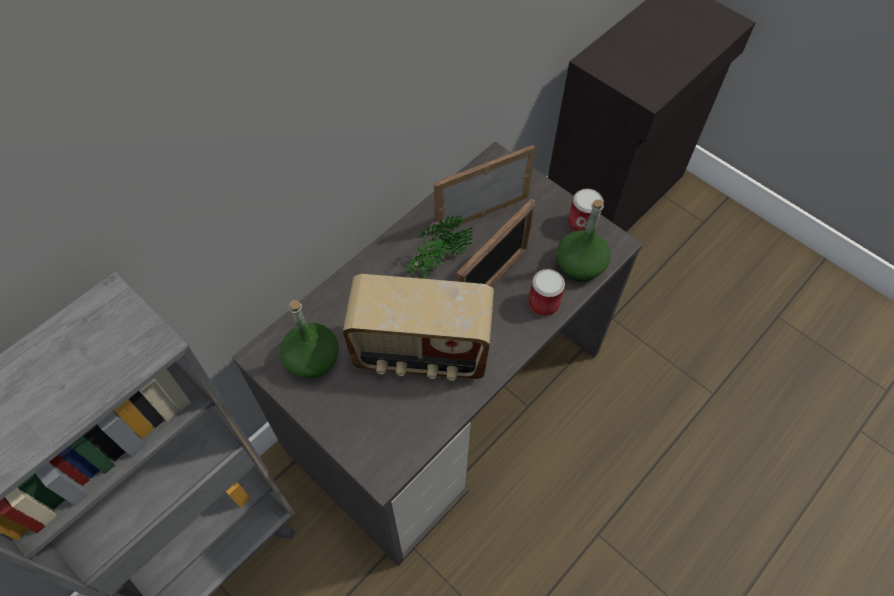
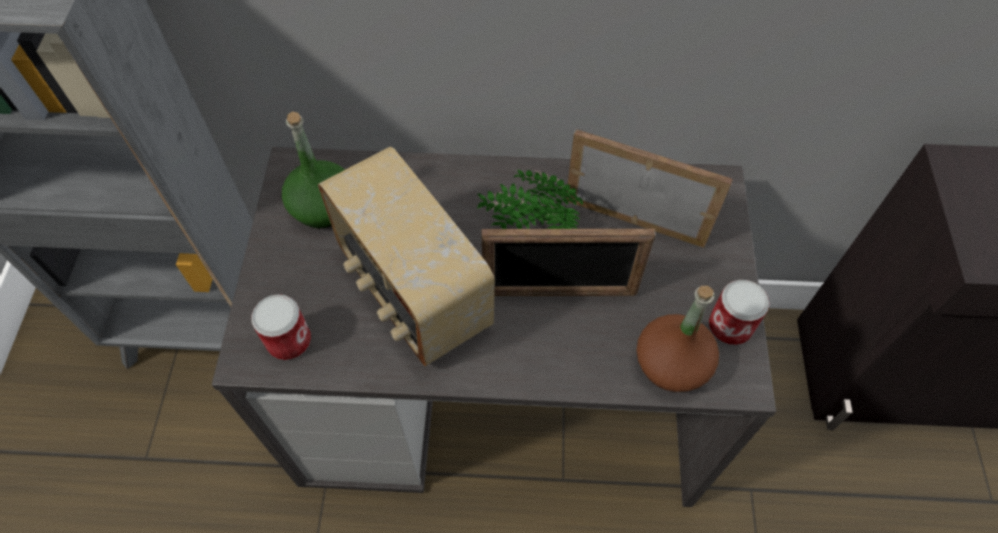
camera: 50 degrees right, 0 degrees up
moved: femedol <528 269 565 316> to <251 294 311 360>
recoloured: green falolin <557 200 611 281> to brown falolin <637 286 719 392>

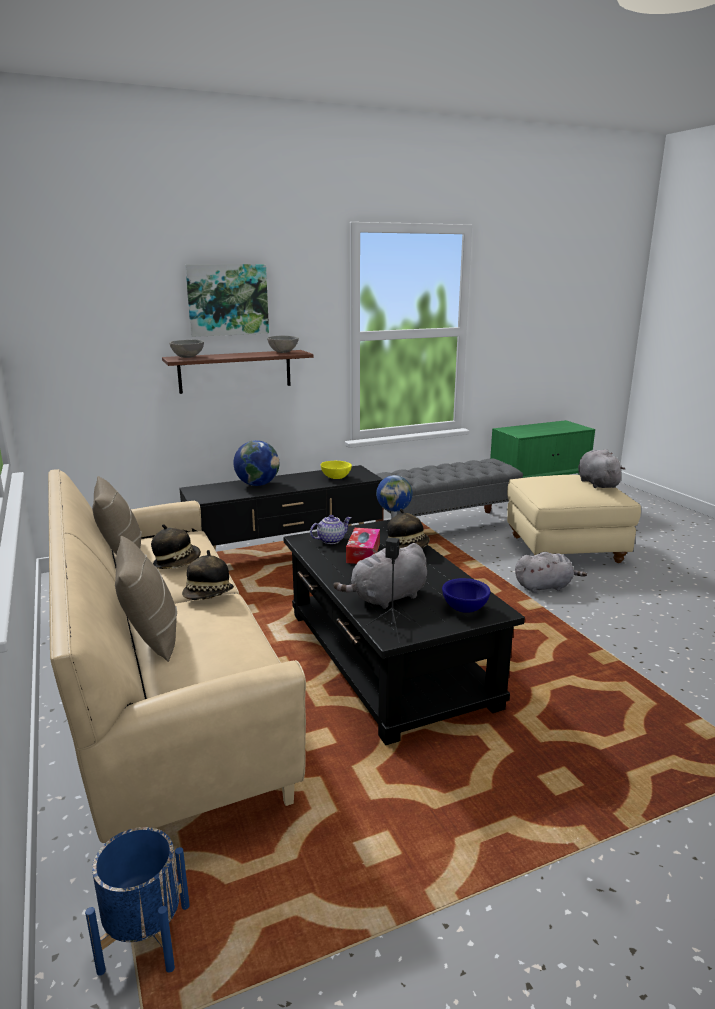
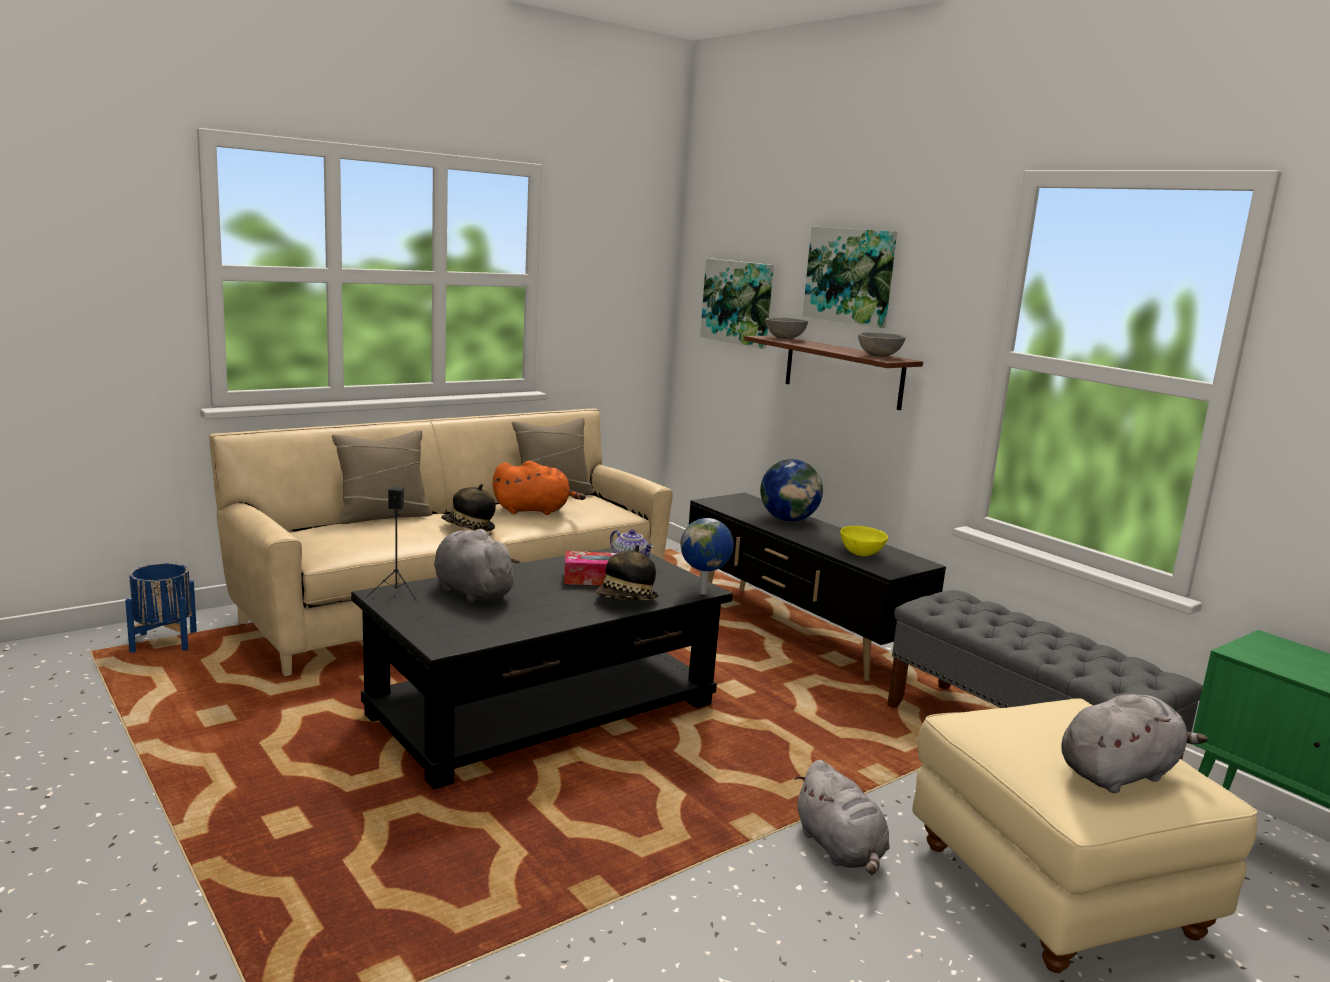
camera: 75 degrees right, 5 degrees down
removed: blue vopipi <442 578 491 613>
added: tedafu <700 258 774 349>
replaced: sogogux <151 524 201 569> to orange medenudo <493 461 586 515>

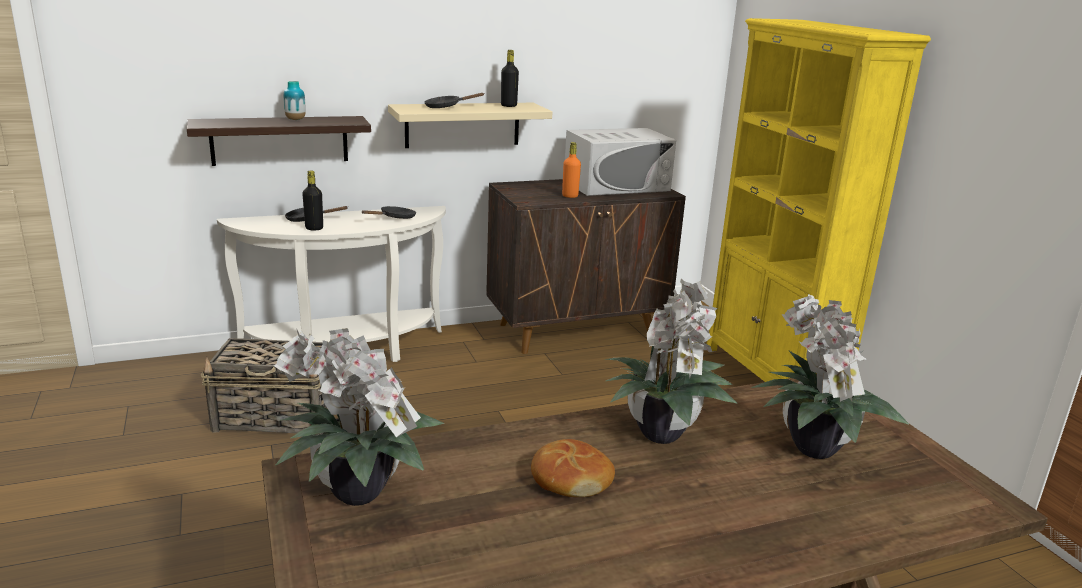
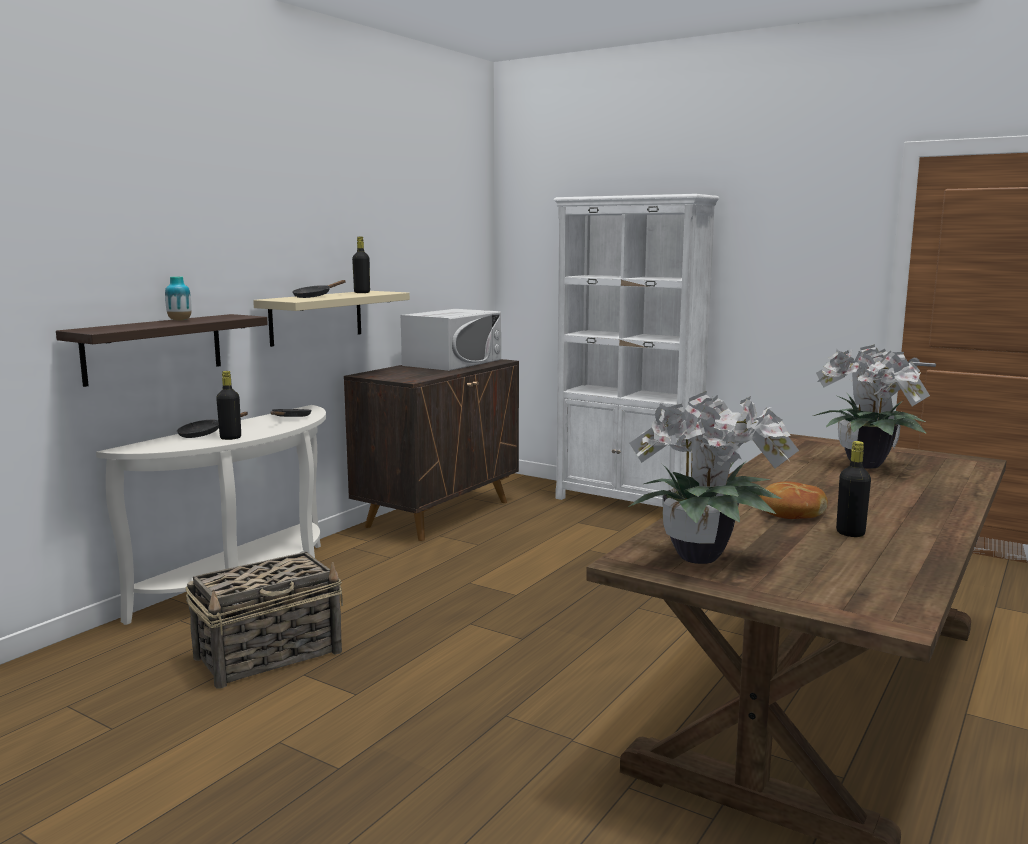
camera: 35 degrees left, 10 degrees down
removed: orange falolin <562 142 581 198>; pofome <604 279 737 444>
added: black falolin <836 441 871 537>
recoloured: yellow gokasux <707 18 931 382> to white gokasux <553 194 719 507>

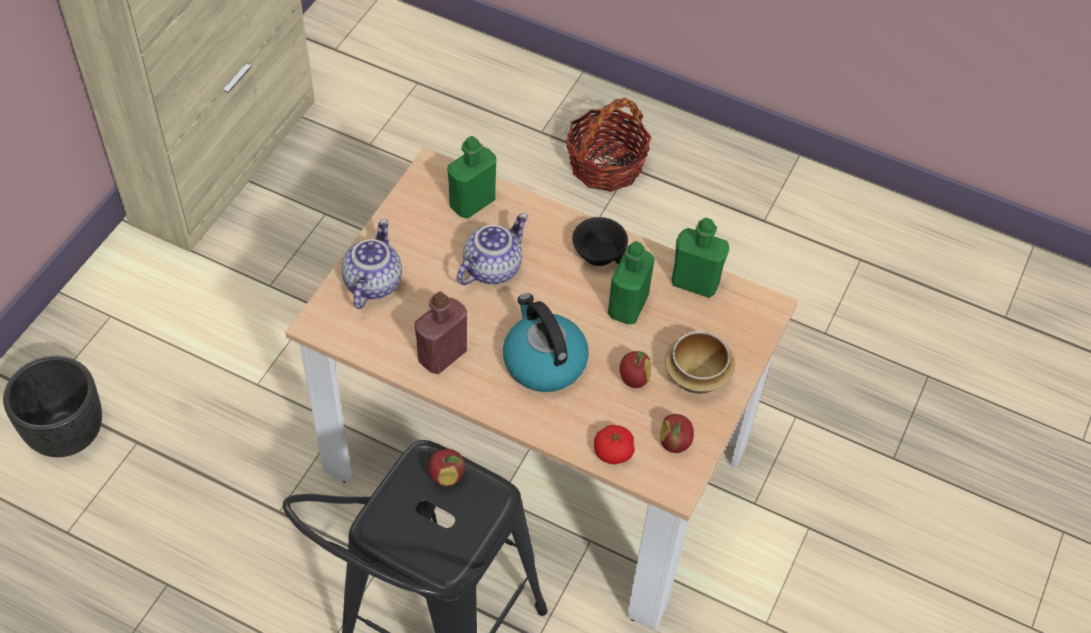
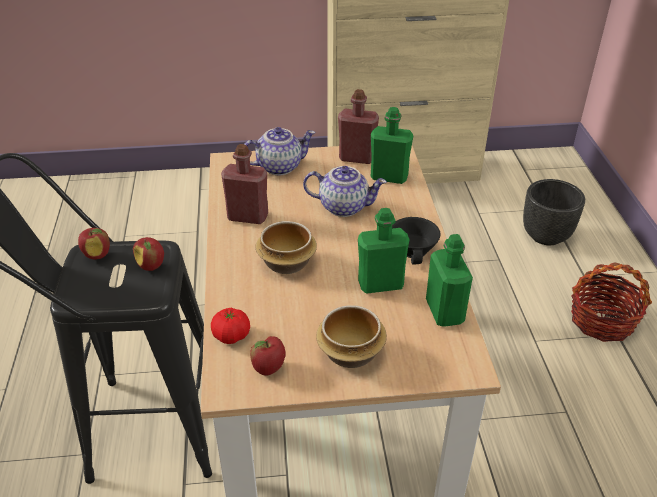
camera: 60 degrees right, 15 degrees down
added: red falolin <338 89 379 164>
moved: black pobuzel <3 356 102 457> to <523 179 585 245>; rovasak <620 351 651 388> to <78 228 110 260>
replaced: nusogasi <503 293 589 392> to vopipi <256 221 317 274>

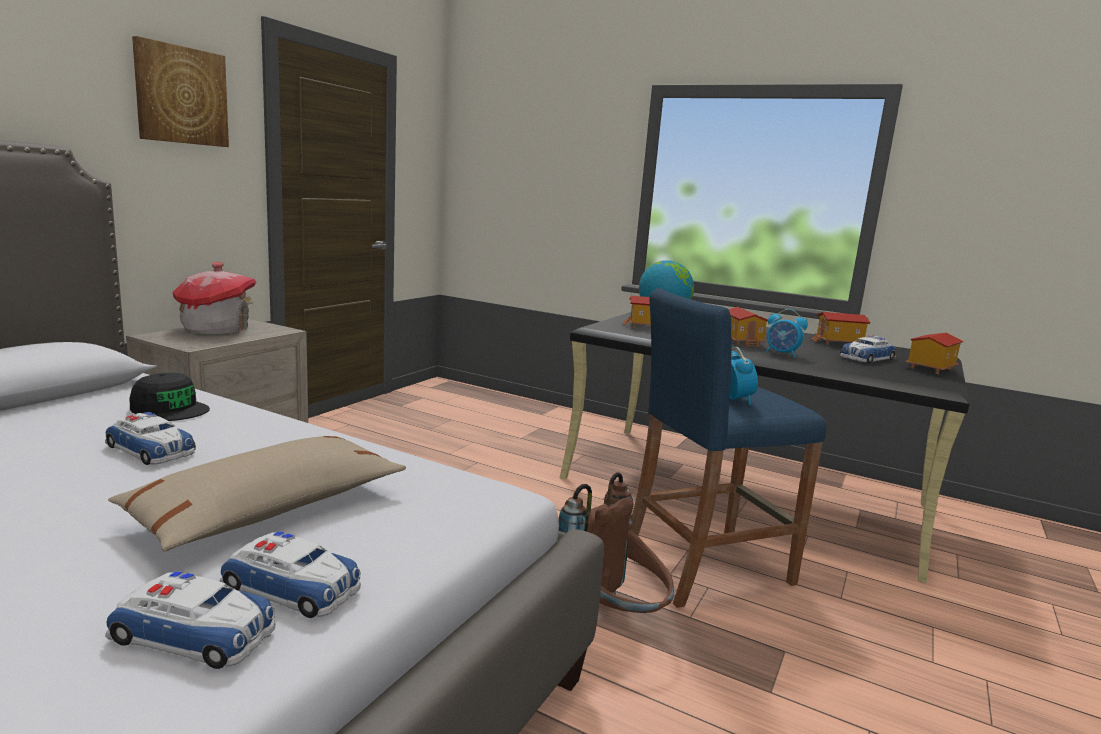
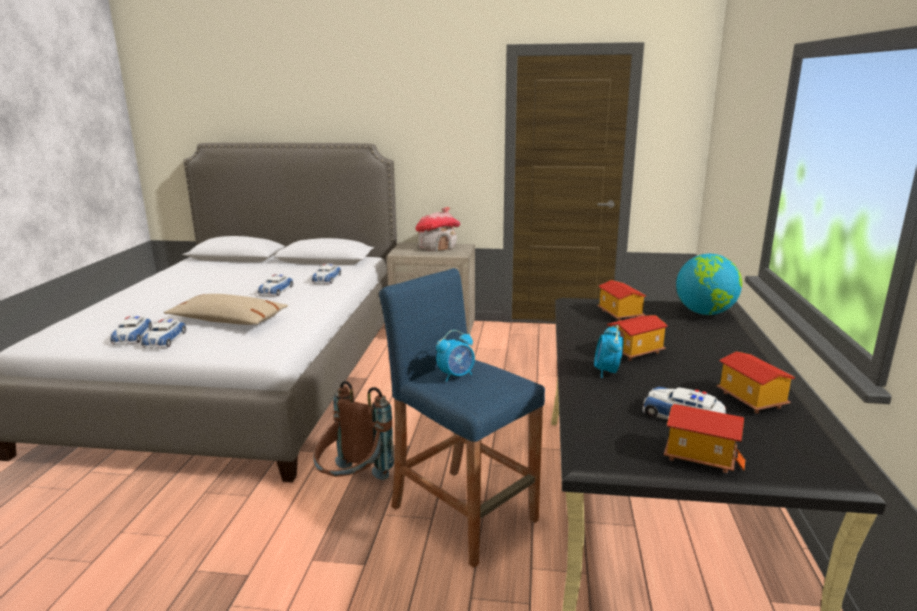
camera: 70 degrees right, 5 degrees up
removed: tedafu <132 36 229 147>
replaced: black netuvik <130 373 210 421> to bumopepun <312 264 342 284>

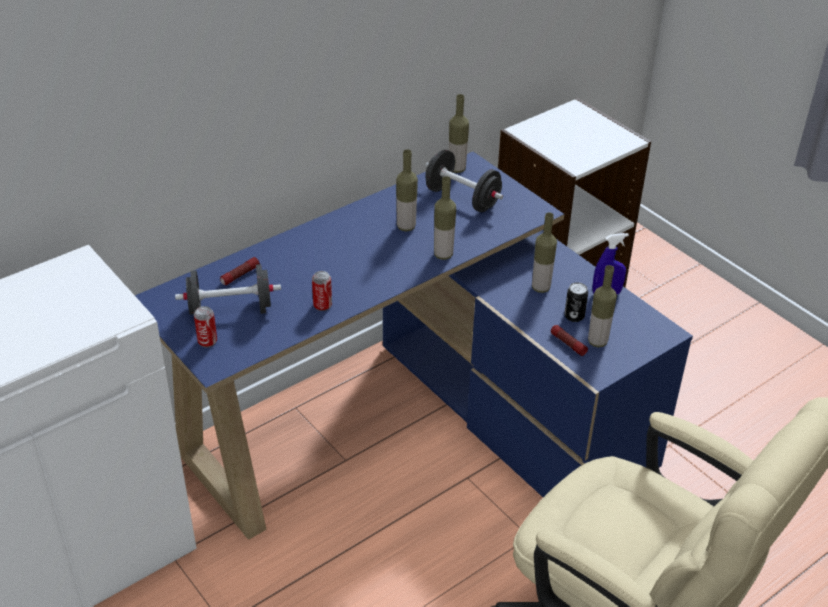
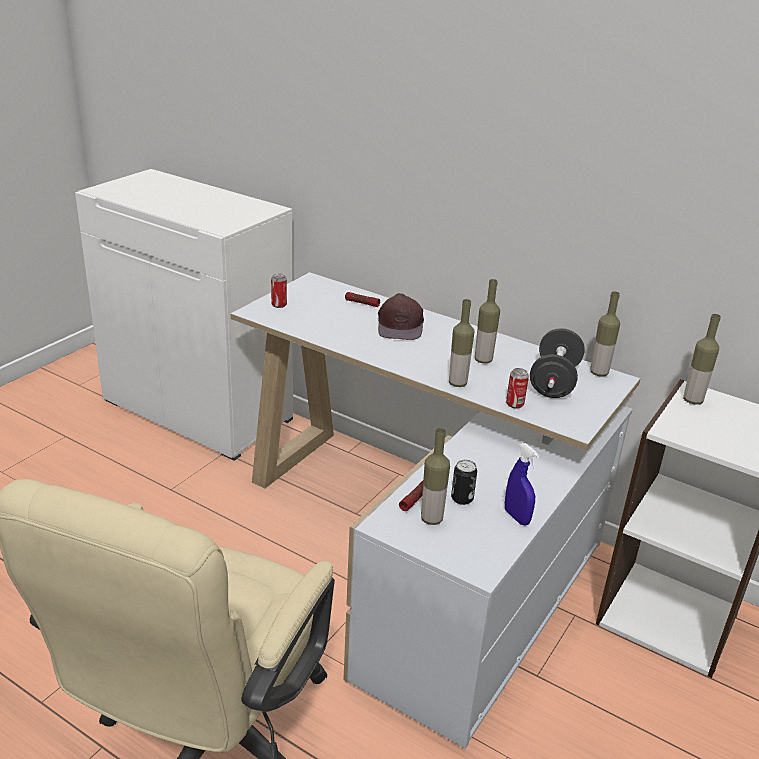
camera: 70 degrees right, 10 degrees down
removed: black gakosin <175 264 281 315>
added: brown netuvik <378 293 424 340>
moved: femedol <312 271 332 311> to <506 368 529 409>; falolin <532 213 557 293> to <683 314 721 405>
recoloured: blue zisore <135 152 693 540> to white zisore <231 272 640 749>

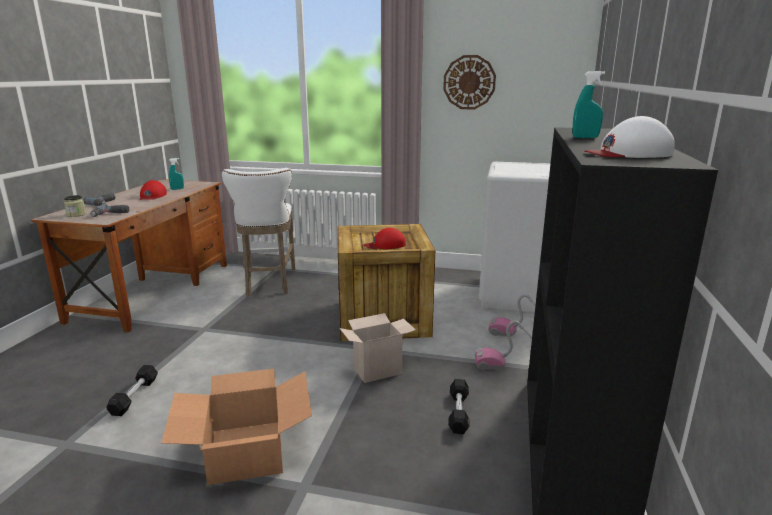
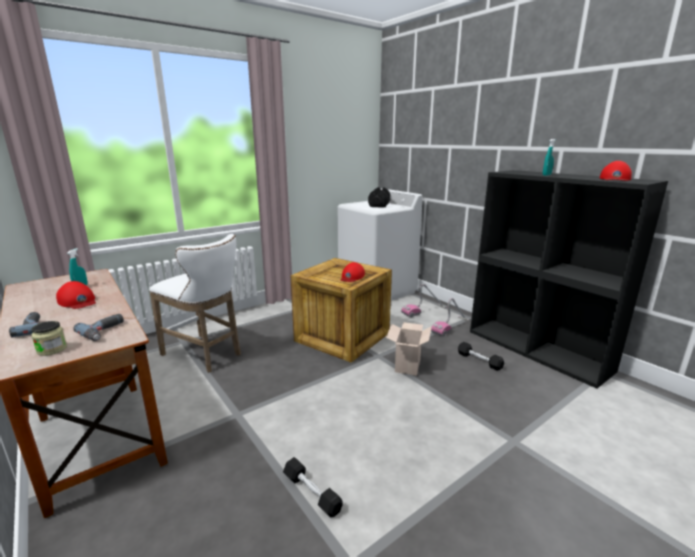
camera: 50 degrees left, 0 degrees up
removed: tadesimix <161 369 312 485>; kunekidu <443 55 496 109>
added: black gakosin <368 187 391 208>
recoloured: white netuvik <584 116 675 158> to red netuvik <600 161 632 181>

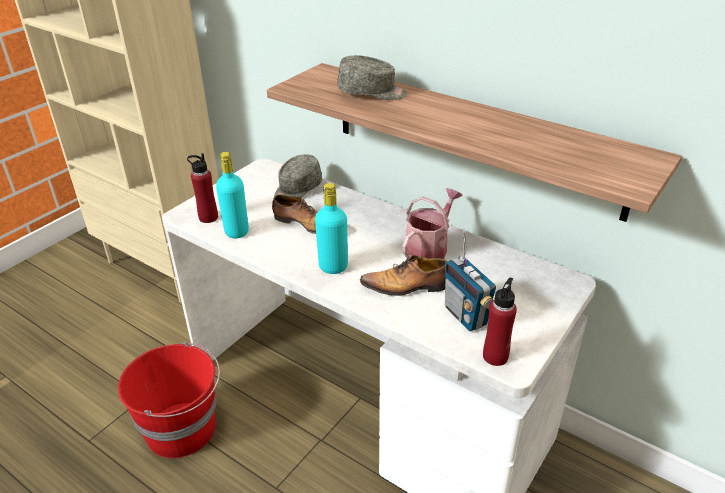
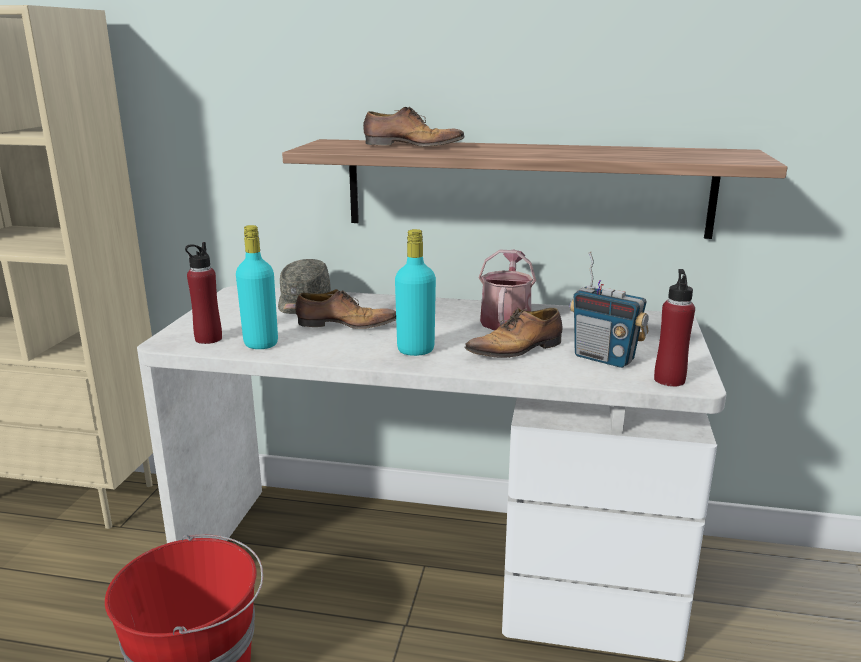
camera: 25 degrees left, 15 degrees down
replaced: grey netuvik <337 55 407 100> to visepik <363 107 465 147>

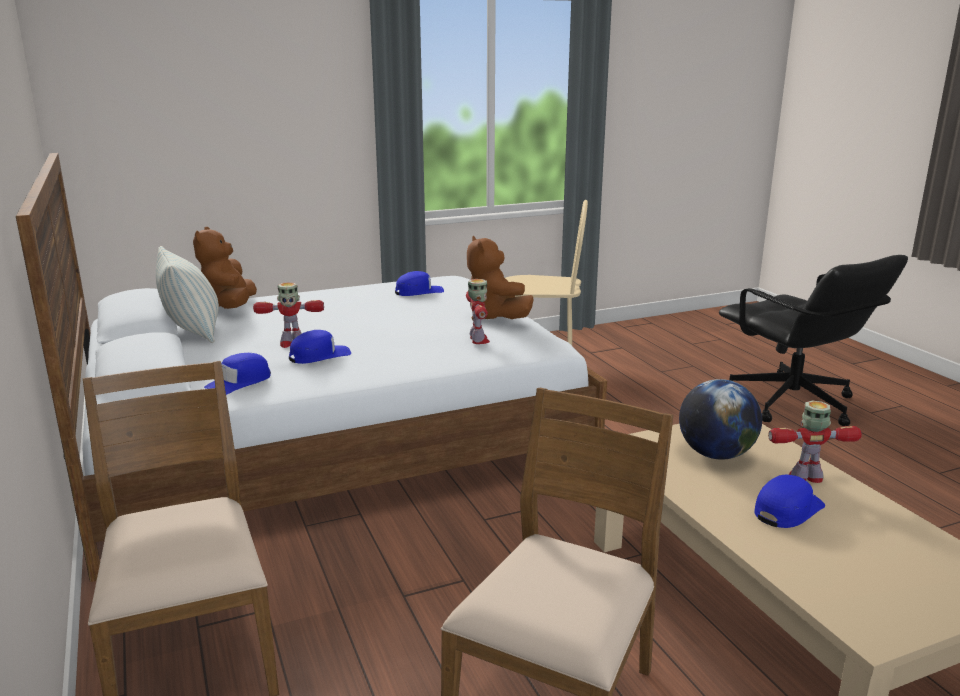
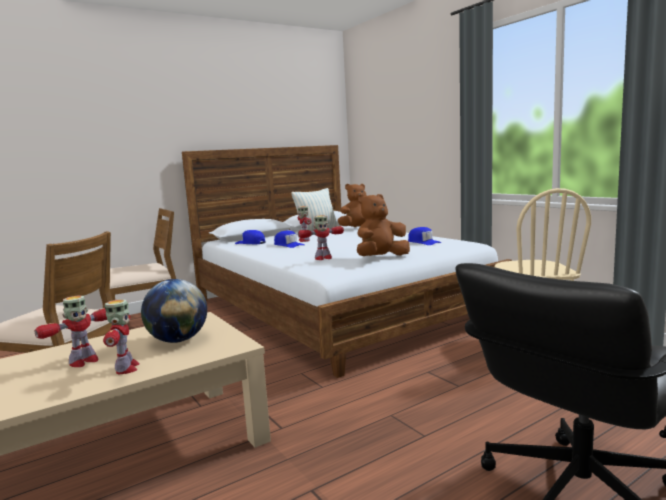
camera: 80 degrees right, 10 degrees down
replaced: blue netuvik <754 475 825 528> to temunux <34 296 107 367>

